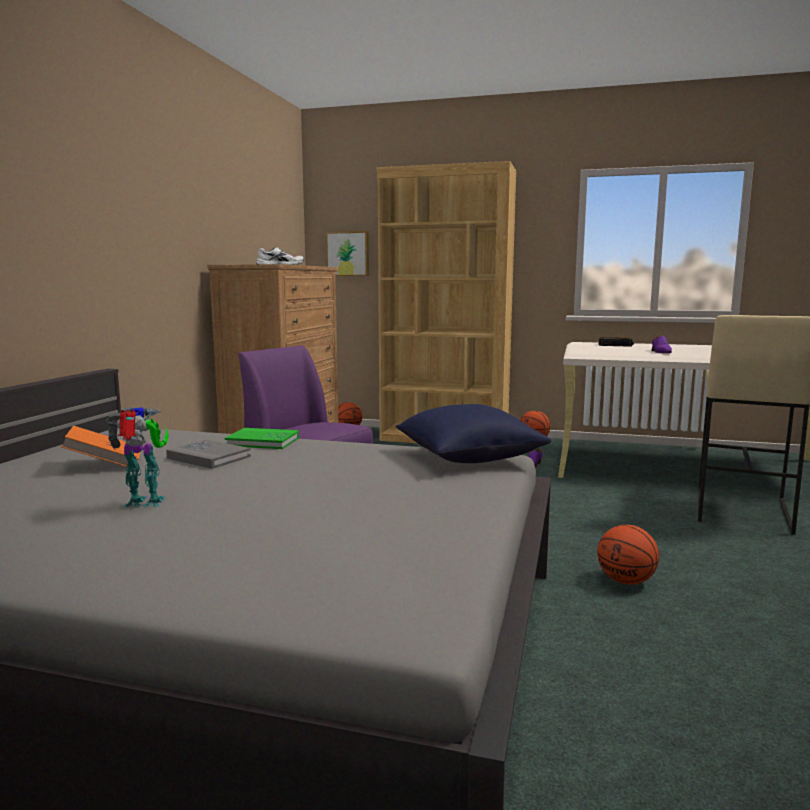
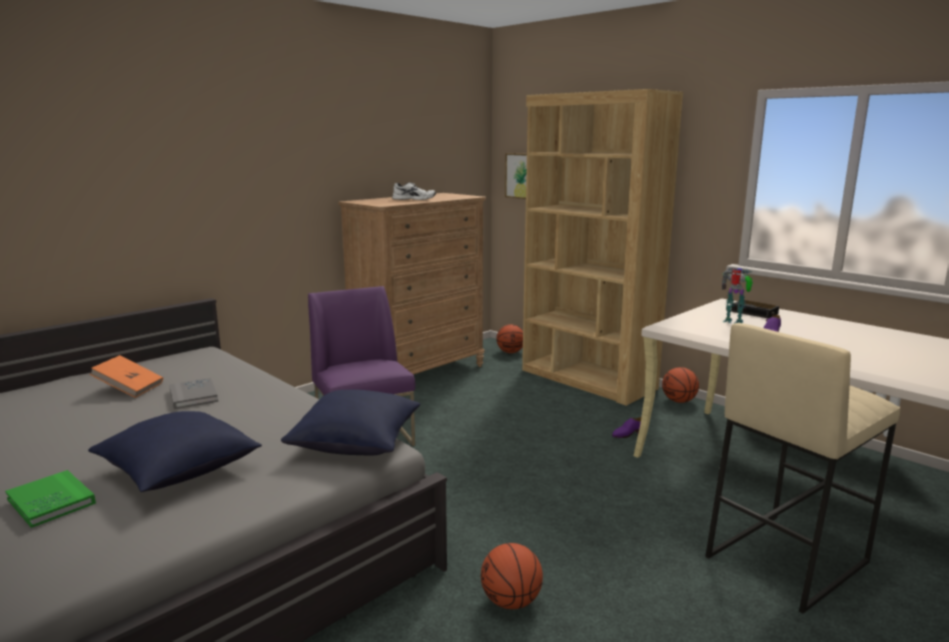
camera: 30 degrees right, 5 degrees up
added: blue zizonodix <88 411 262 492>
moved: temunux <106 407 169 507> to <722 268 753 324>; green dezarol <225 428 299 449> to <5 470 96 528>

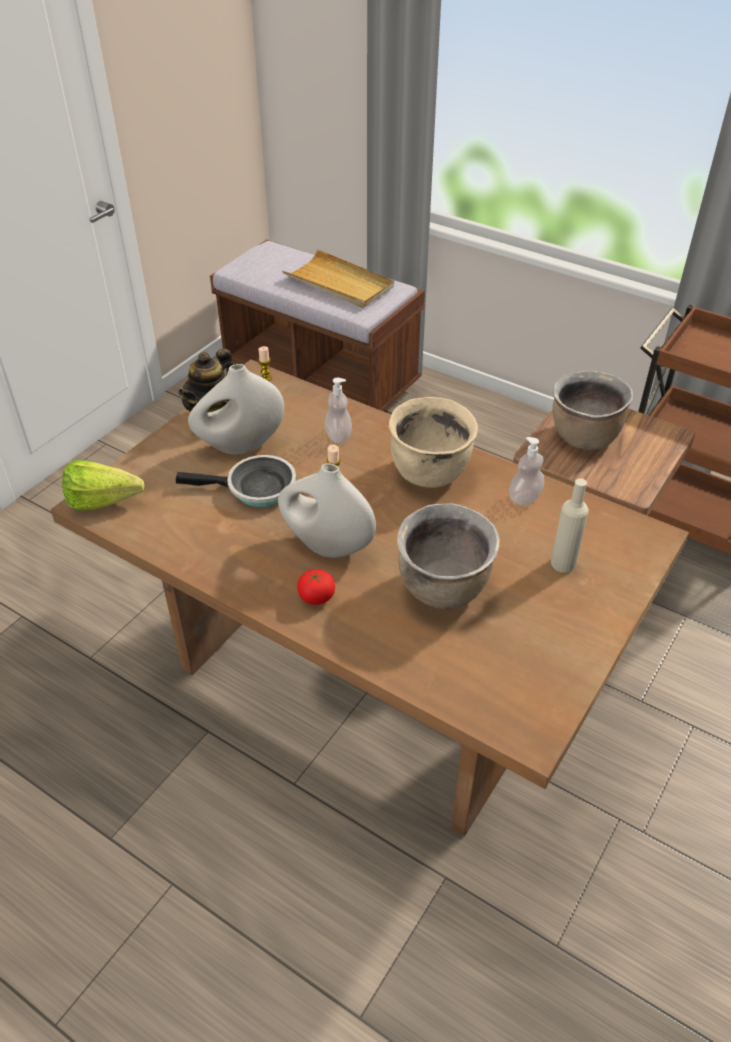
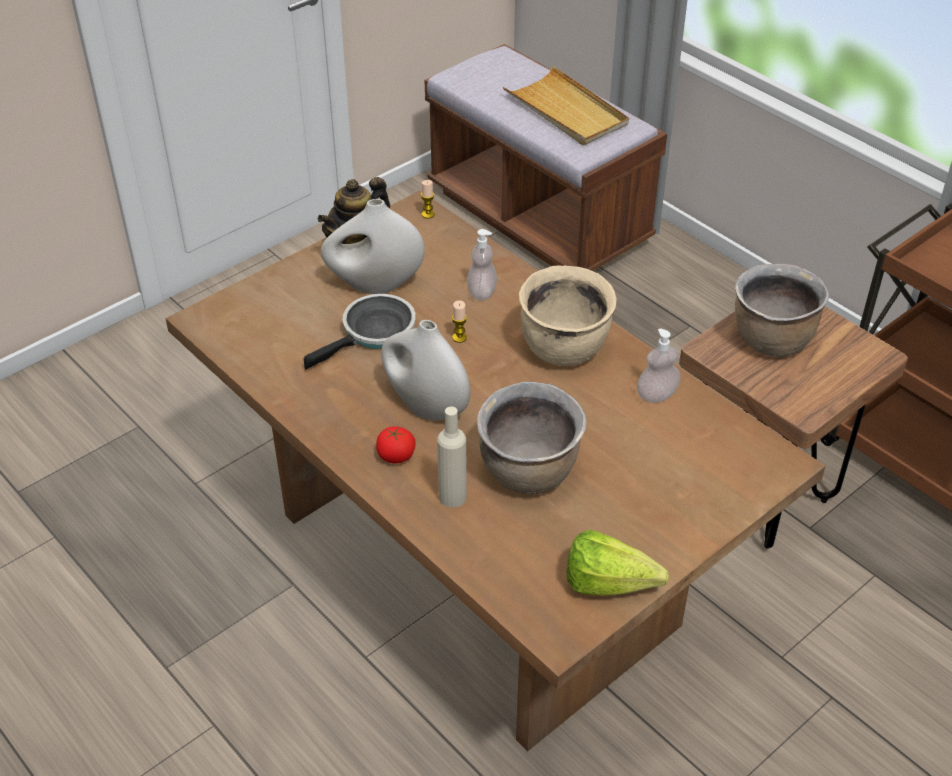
camera: 15 degrees right, 0 degrees up
moved: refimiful <62 460 145 511> to <566 530 669 596>; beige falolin <551 478 588 573> to <437 407 467 508>
turned: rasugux <176 455 296 507> = <304 294 416 369> 60 degrees counterclockwise

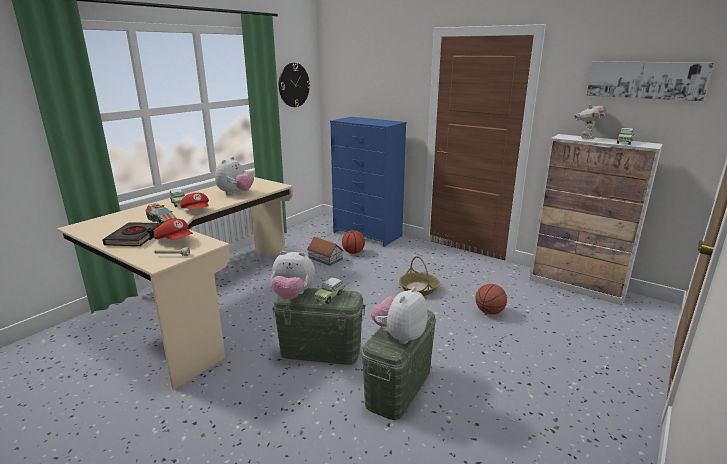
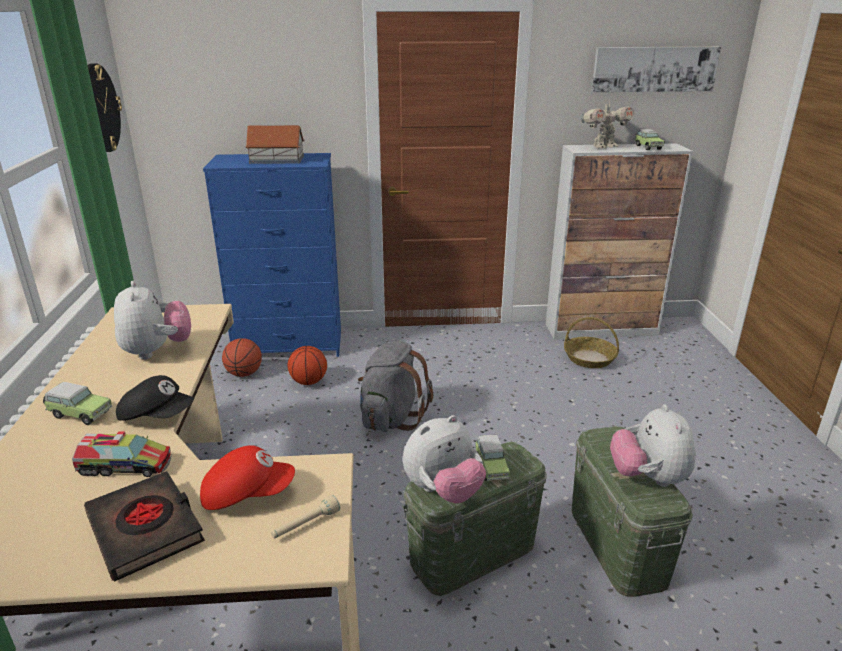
camera: 40 degrees left, 5 degrees up
added: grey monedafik <358 341 433 431>
moved: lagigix <307 237 344 266> to <246 125 305 164>; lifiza <399 256 439 296> to <564 317 619 368>; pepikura <475 284 507 315> to <222 338 262 377>
recoloured: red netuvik <181 193 209 210> to black netuvik <116 375 194 421>
turned: temunux <574 101 605 139> = <580 99 635 148> 75 degrees clockwise

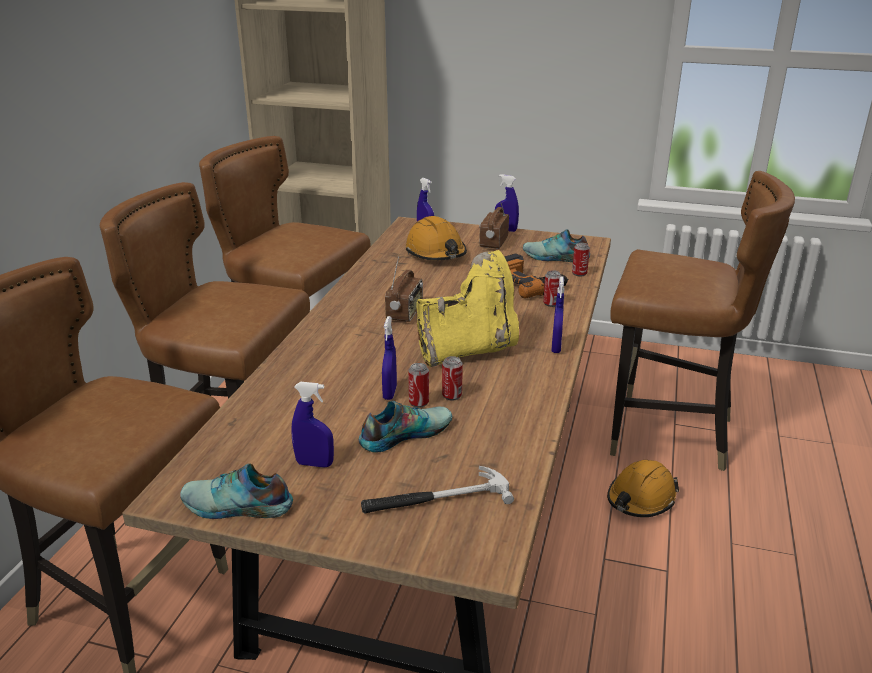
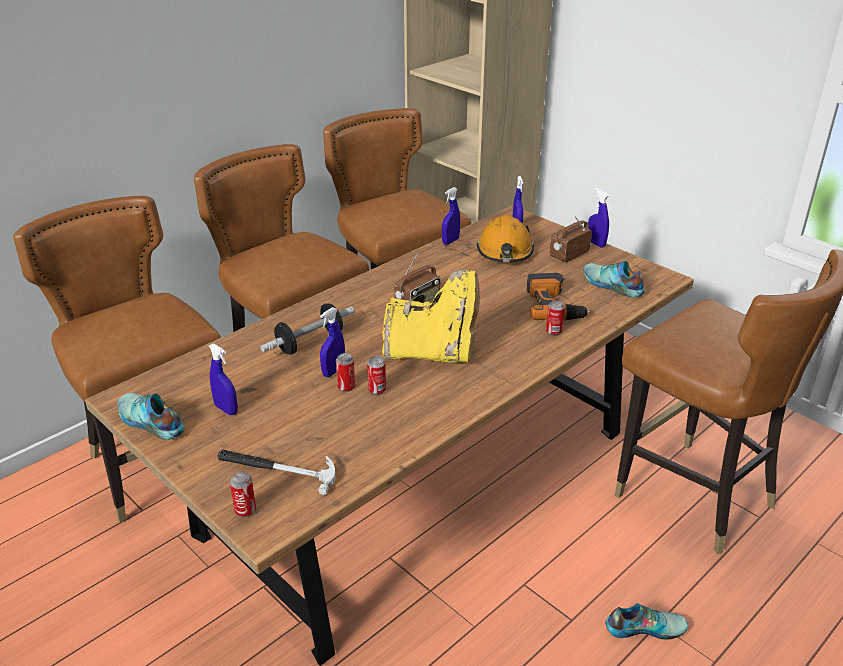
camera: 30 degrees right, 5 degrees up
removed: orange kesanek <607 460 679 517>
added: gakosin <260 303 354 355>
moved: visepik <358 401 452 453> to <605 603 688 640>; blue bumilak <551 276 564 353> to <442 187 460 245>; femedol <572 243 590 277> to <230 472 256 517>

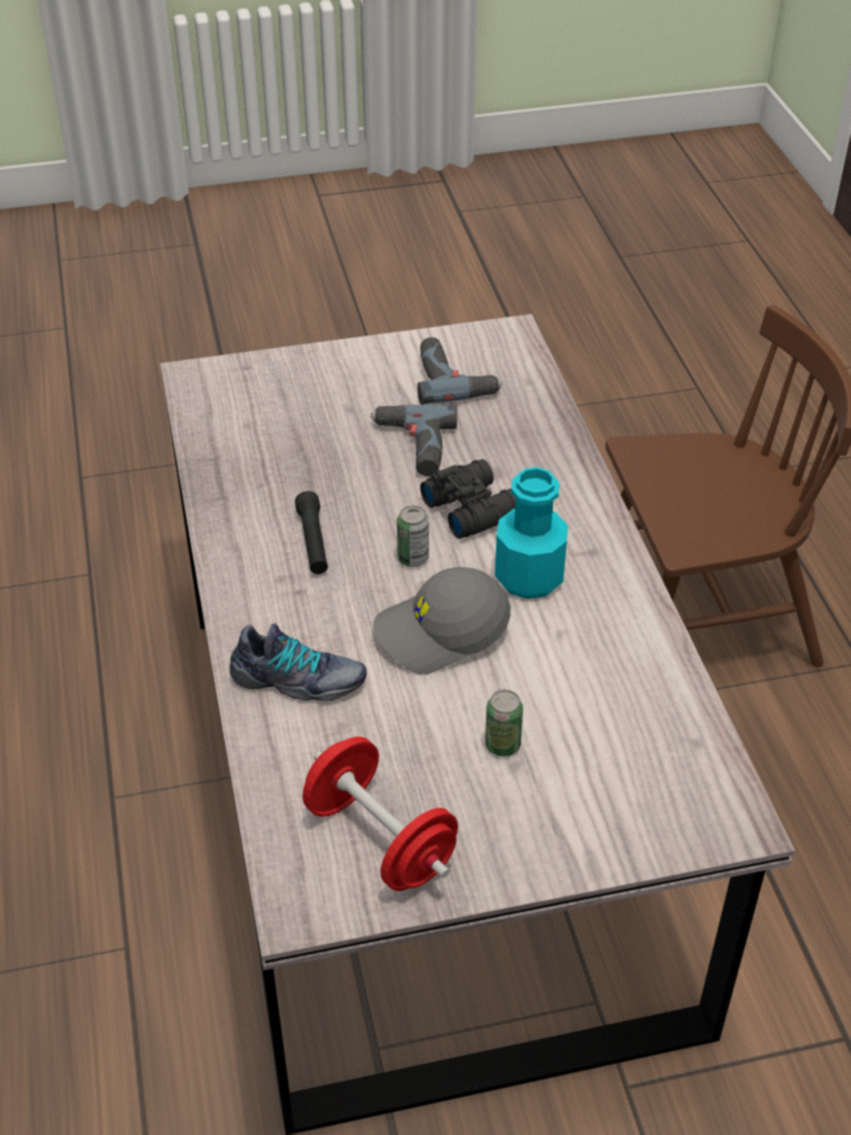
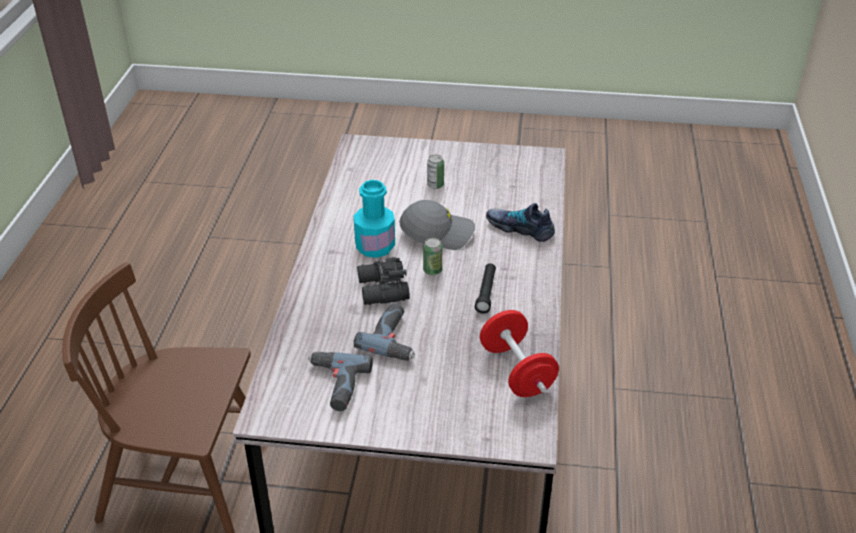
camera: 160 degrees left, 5 degrees down
moved: red gakosin <303 737 458 891> to <480 310 559 397>

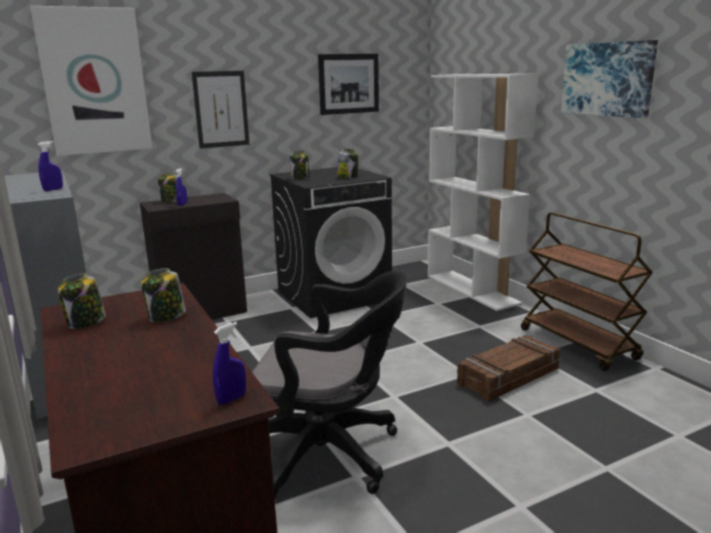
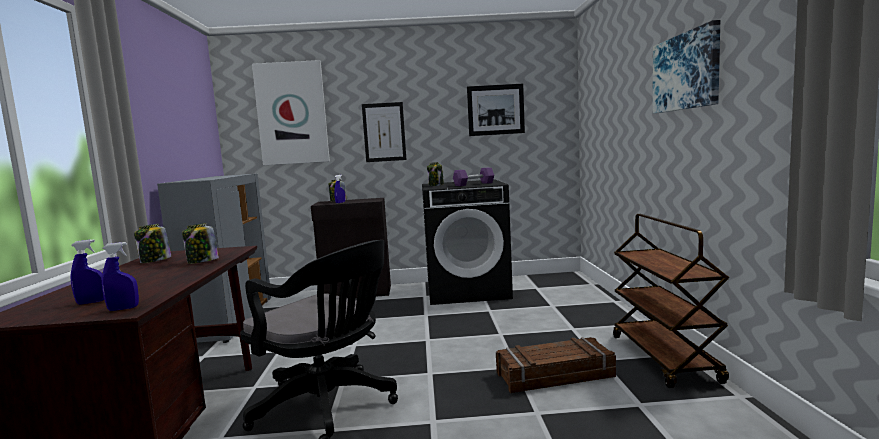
camera: 25 degrees right, 10 degrees down
removed: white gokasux <428 74 538 311>
moved: blue bumilak <38 141 63 191> to <71 239 104 305>
replaced: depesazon <337 149 359 178> to purple gakosin <453 168 494 186>

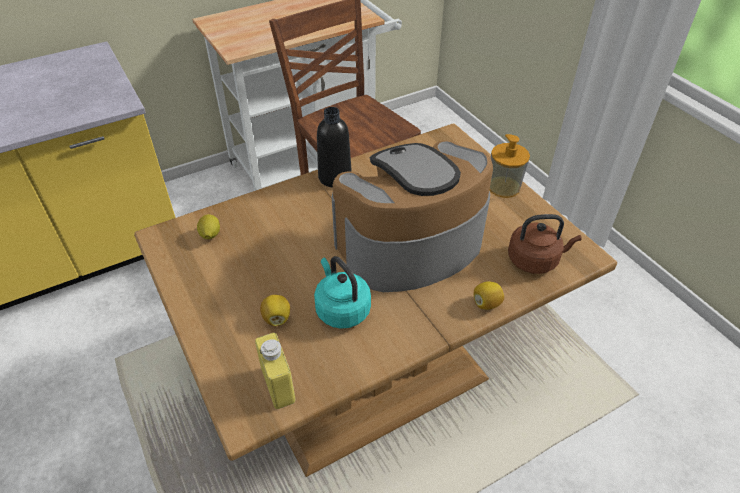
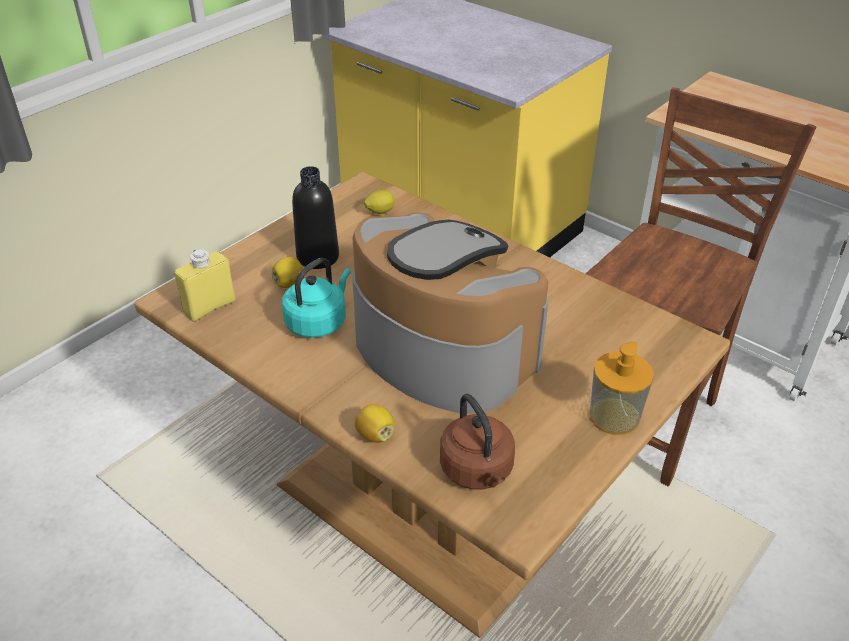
camera: 70 degrees right, 5 degrees down
moved: black falolin <317 107 352 187> to <292 166 339 269>

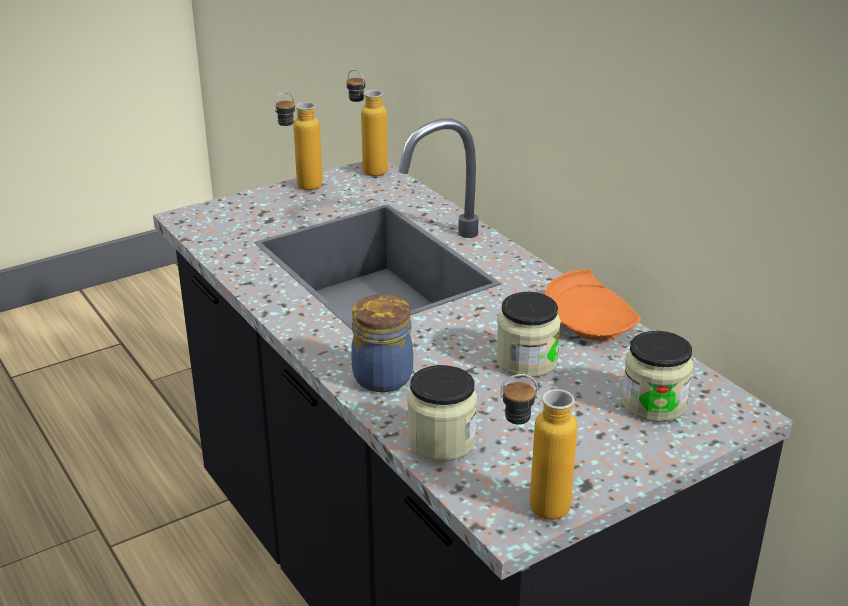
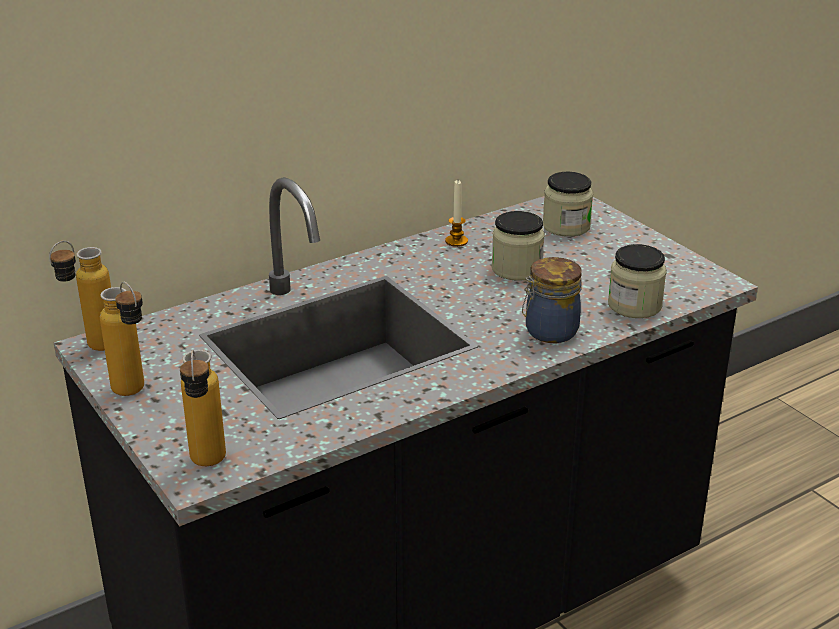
camera: 90 degrees left, 0 degrees up
moved: falolin <501 374 577 520> to <180 350 226 466>
replaced: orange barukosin <544 269 641 341> to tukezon <445 180 468 247>

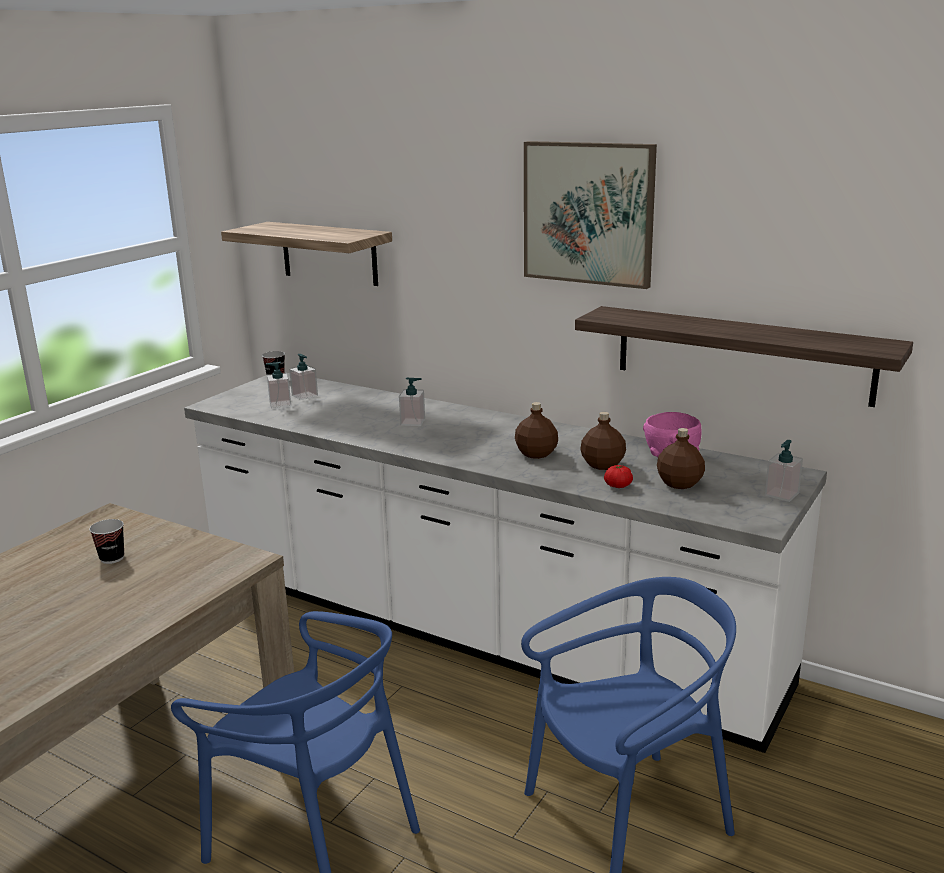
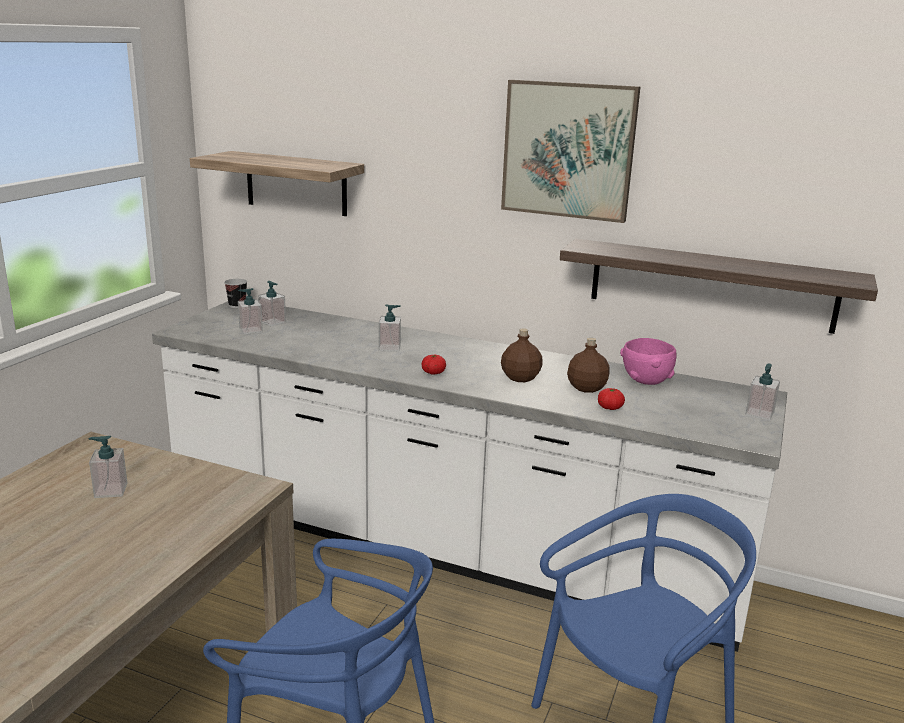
camera: 10 degrees left, 0 degrees up
removed: brown falolin <657 428 705 489>
added: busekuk <422 355 446 375>
replaced: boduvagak <89 519 124 564> to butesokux <89 436 128 498>

